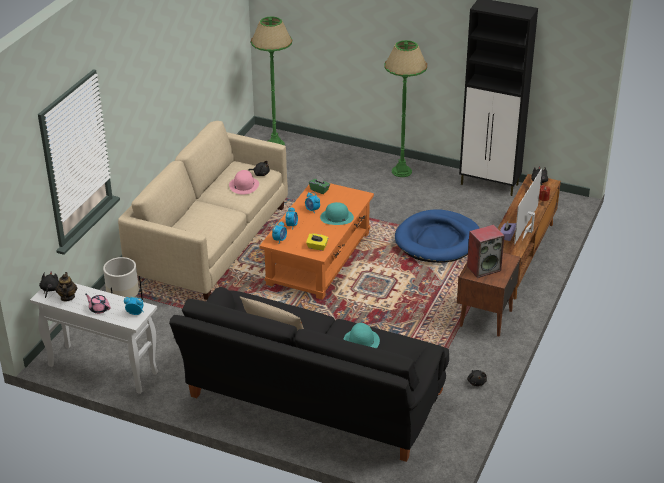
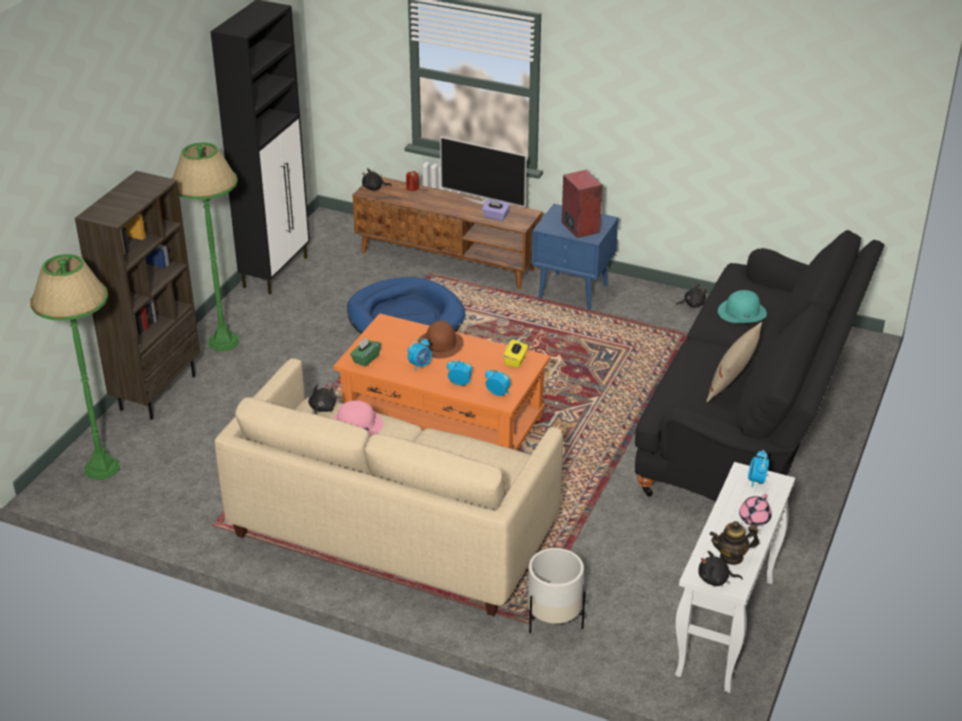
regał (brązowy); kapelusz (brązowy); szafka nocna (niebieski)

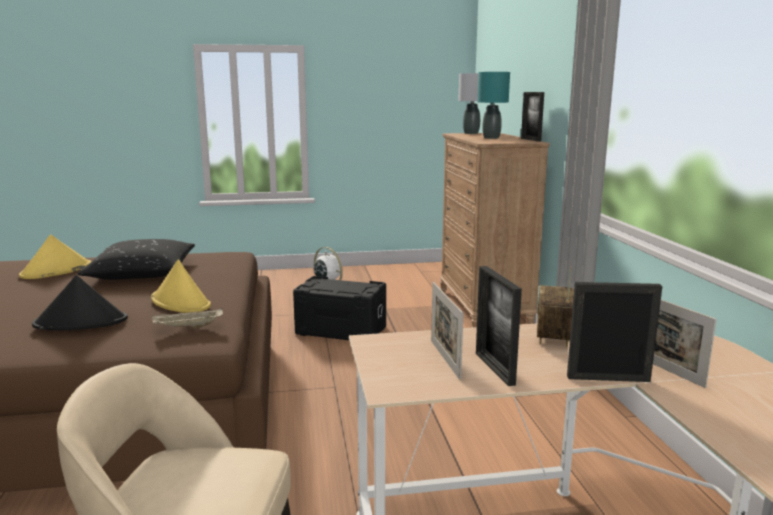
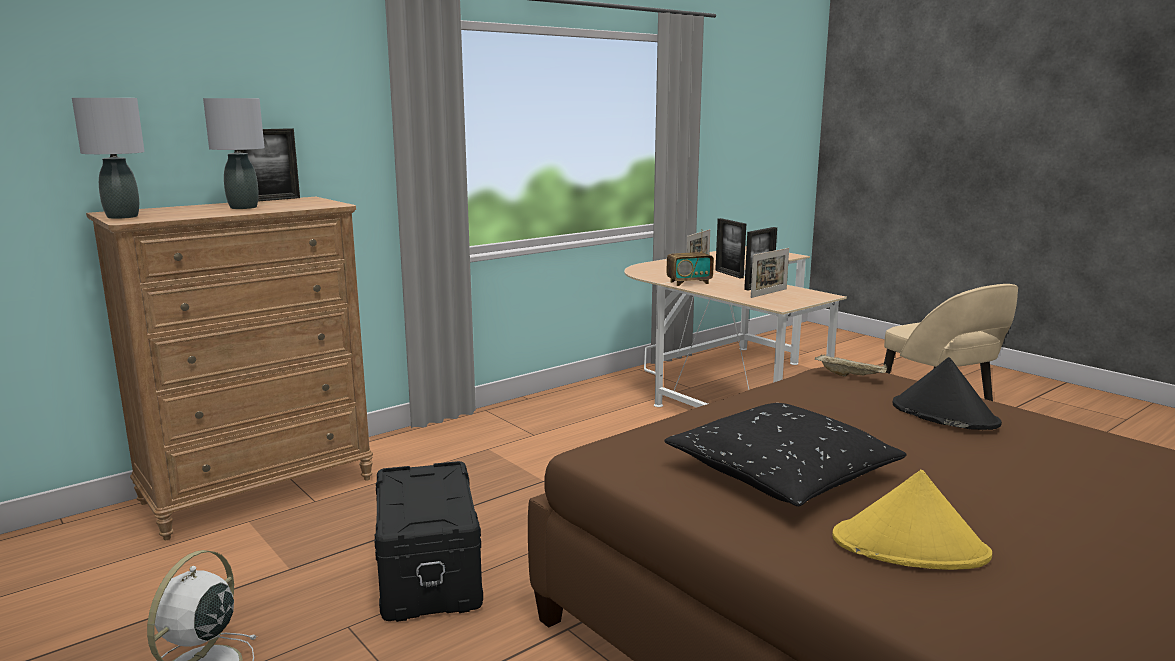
lampa stołowa (szary) (no. 2 from left); kapelusz (żółty) (no. 2 from left in the first image)

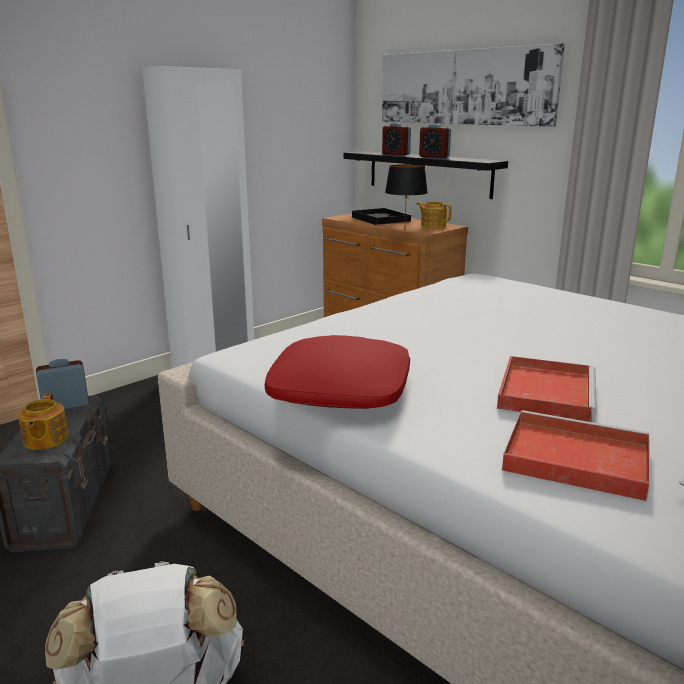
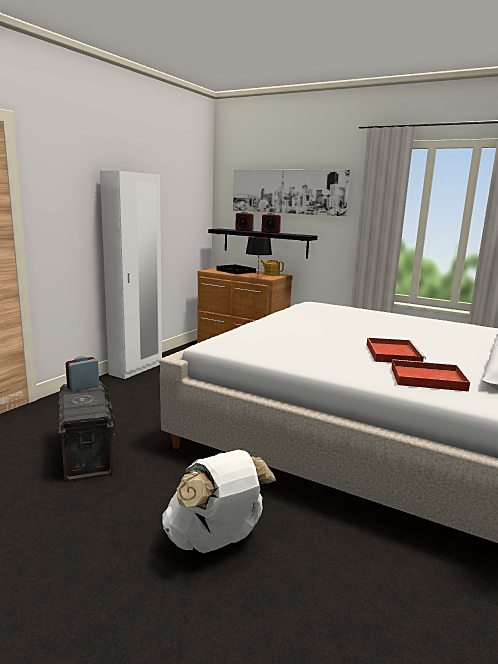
imbryk (no. 1 from left in the first image); poduszka (czerwony)

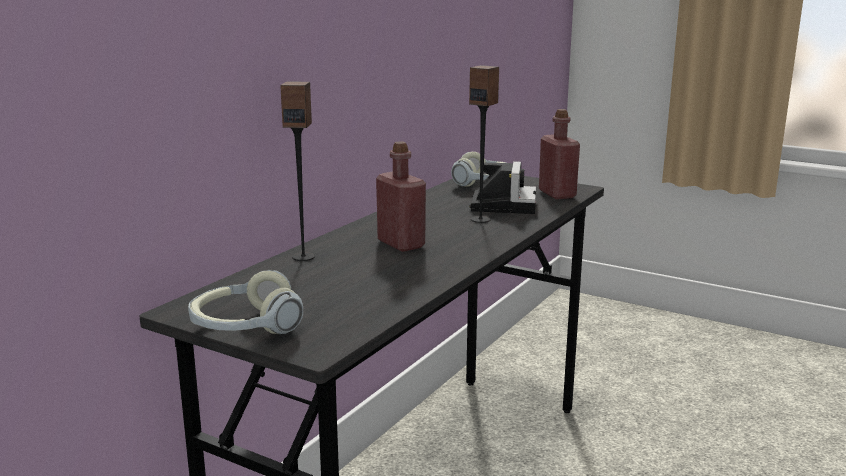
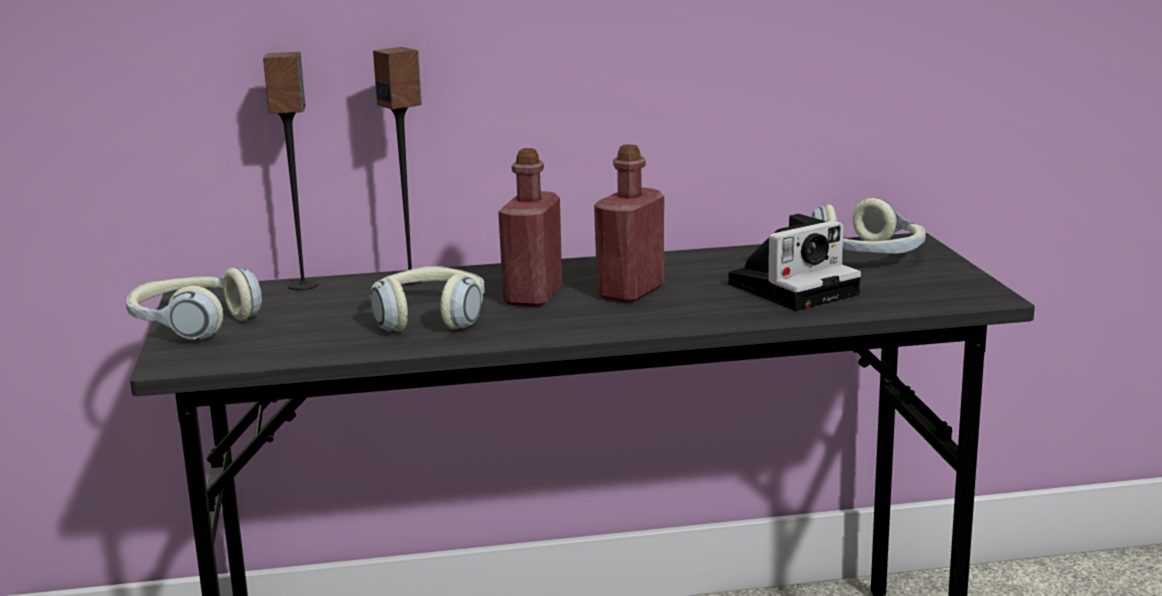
głośnik (no. 1 from left); słuchawki (no. 2 from left); butelka (czerwony) (no. 2 from left)

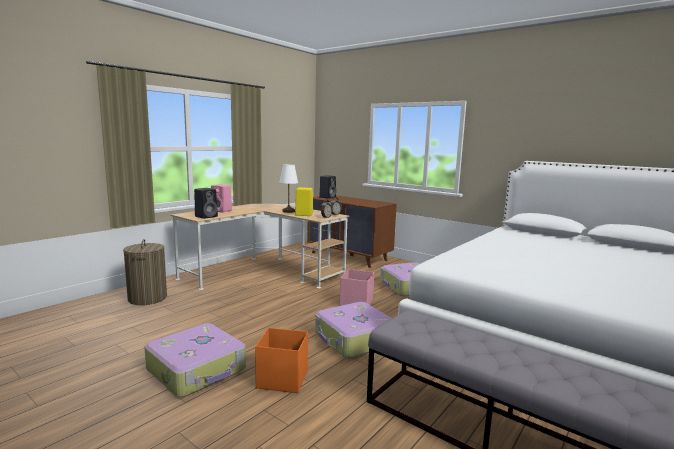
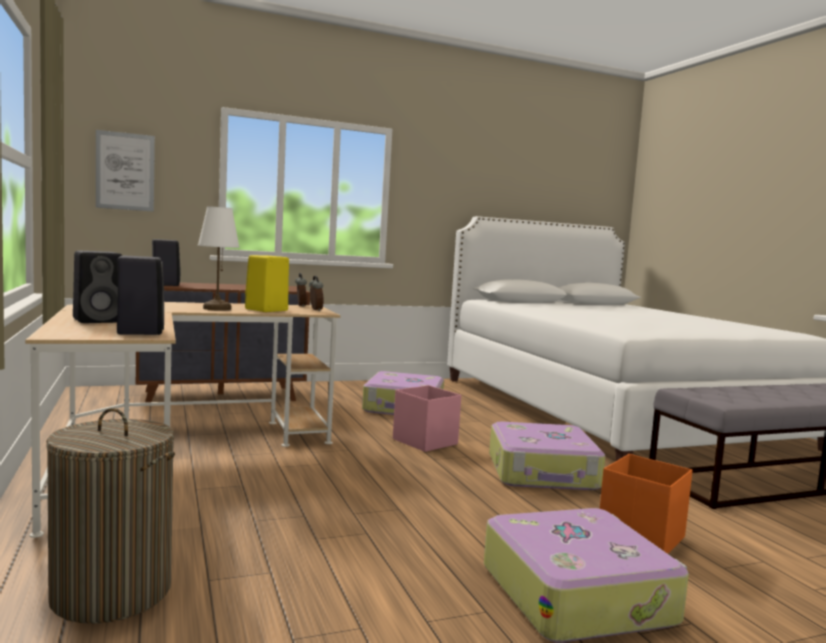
głośnik (czarny) (no. 1 from left); obraz

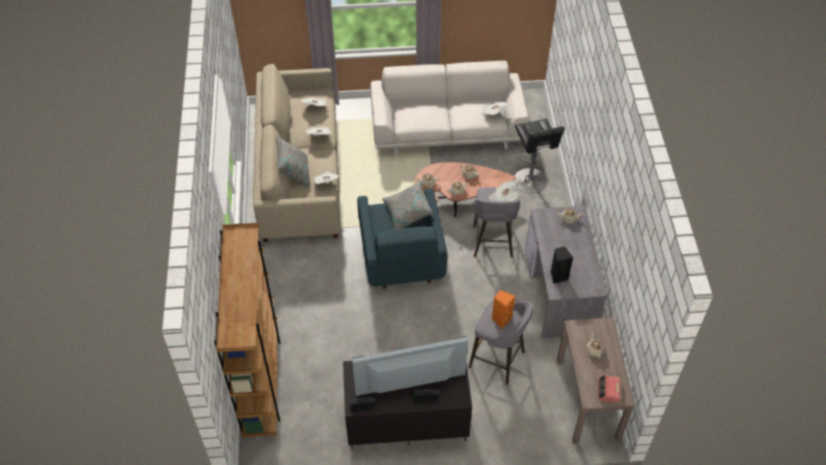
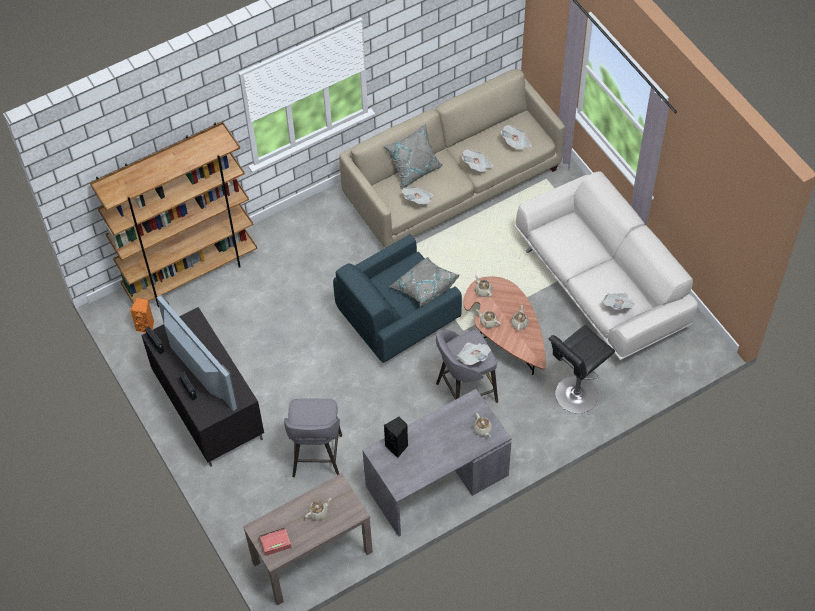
głośnik (pomarańczowy)

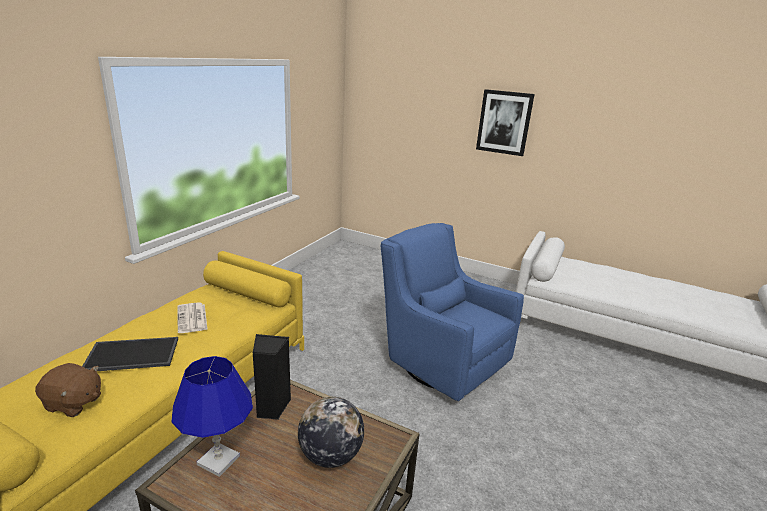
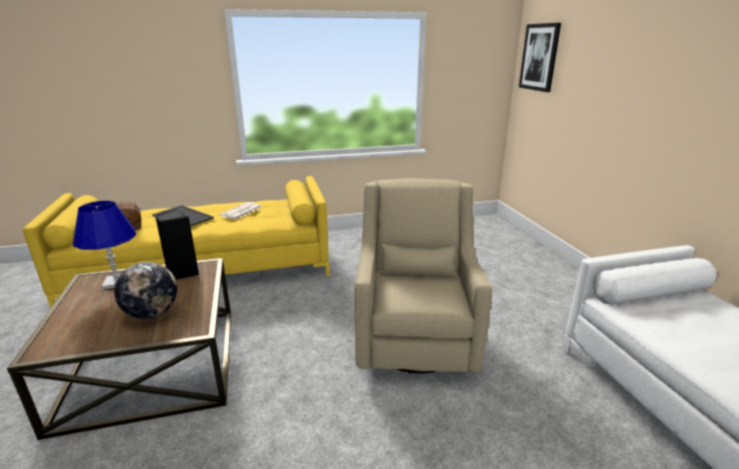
fotel (beżowy); obraz

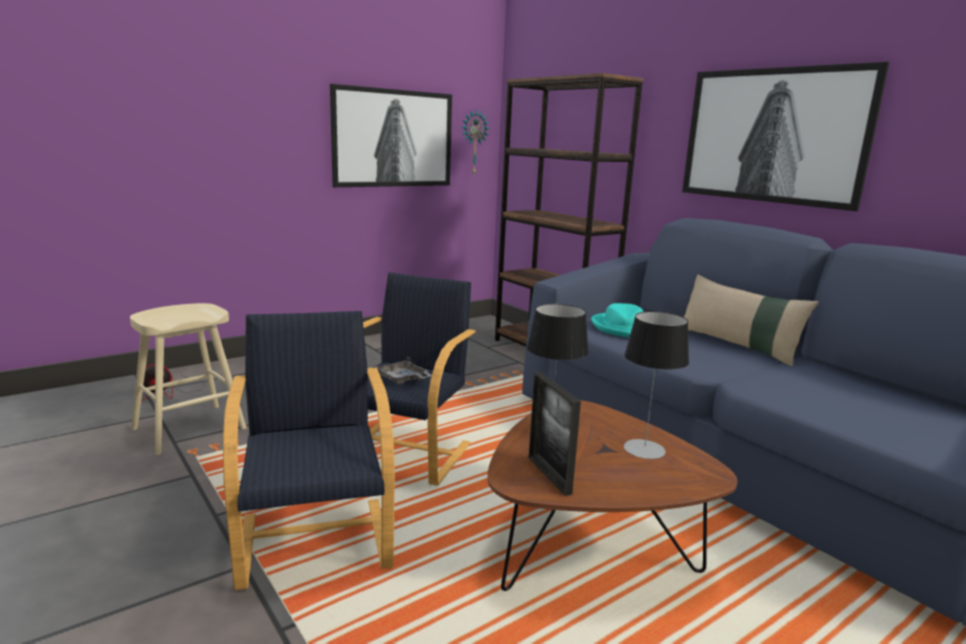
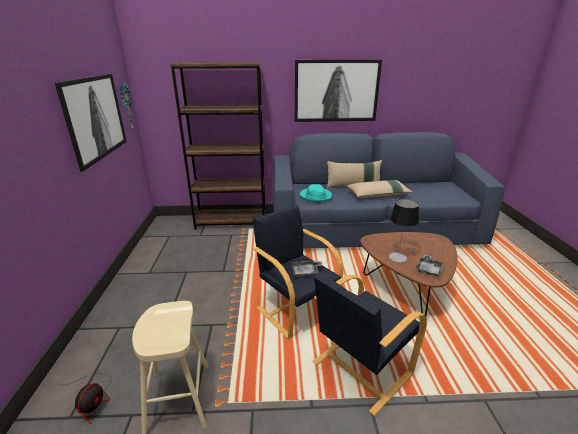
fotel (czarny) (no. 2 from left); poduszka (beżowy) (no. 2 from left); taca (szary) (no. 2 from left); lampa stołowa (no. 2 from left in the first image)

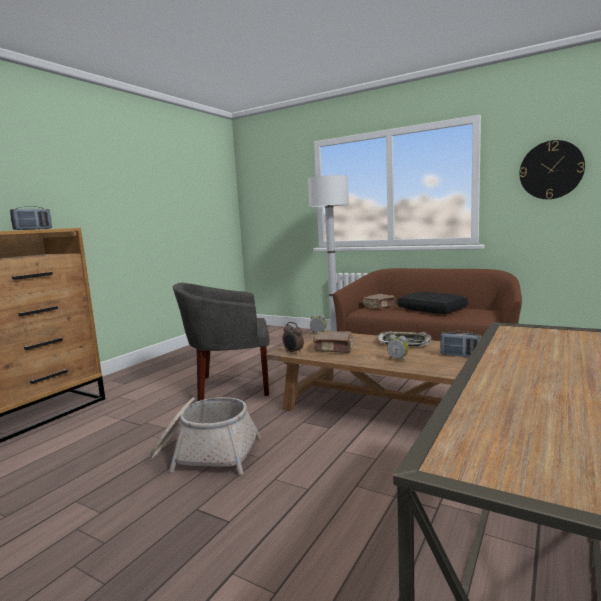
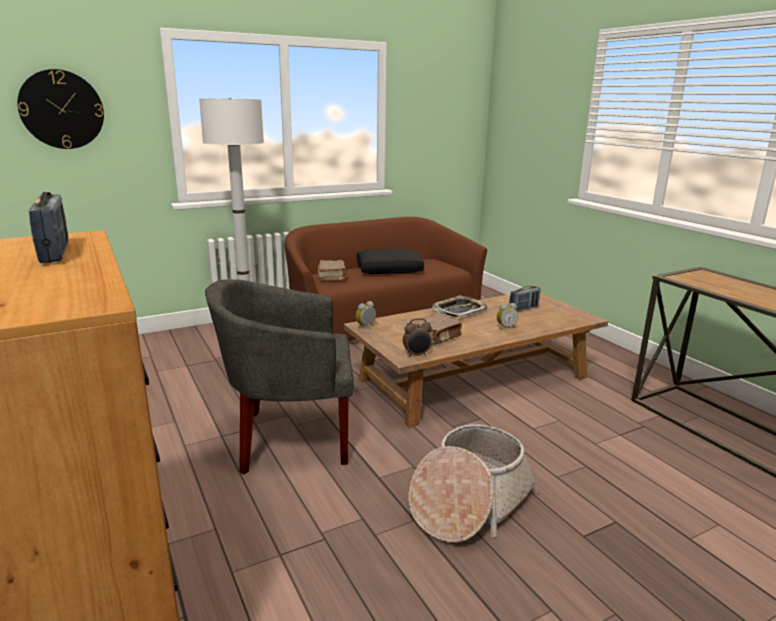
zegar ścienny; fotel (szary)

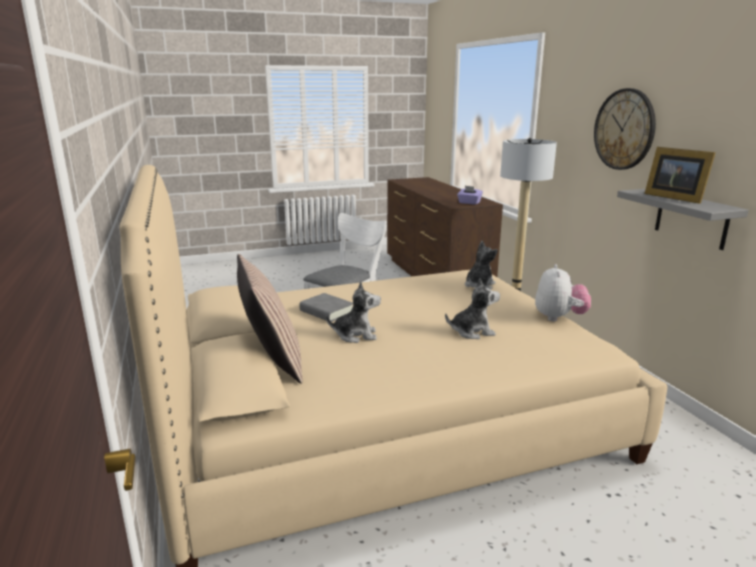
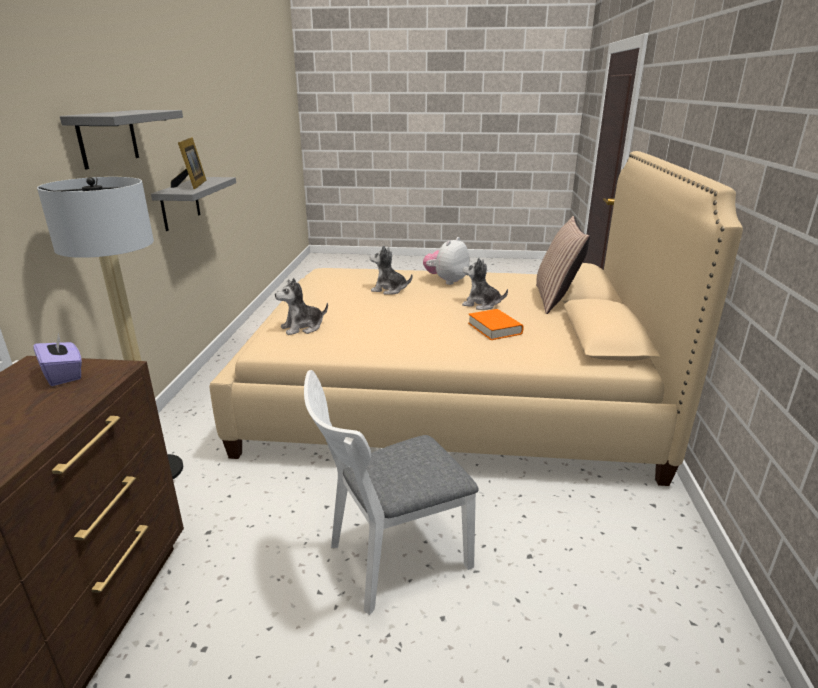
półka (szary) (no. 1 from left); pluszak (no. 3 from left); książka (pomarańczowy)

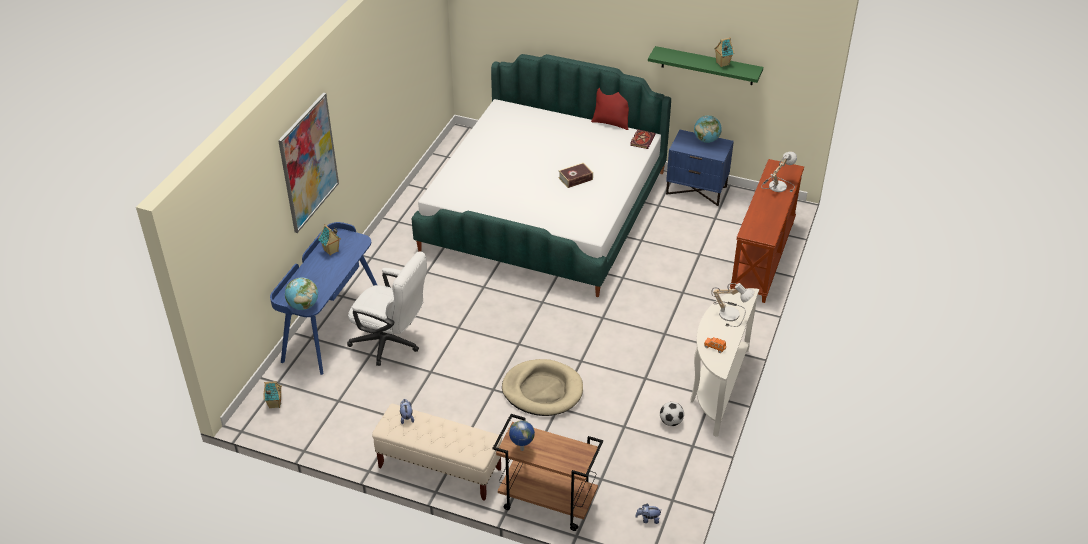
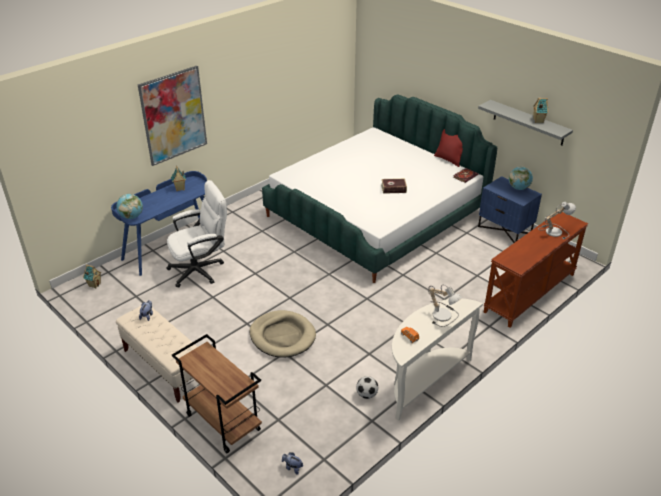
krzesło biurowe (biały); półka (szary); globus (no. 2 from left in the first image)

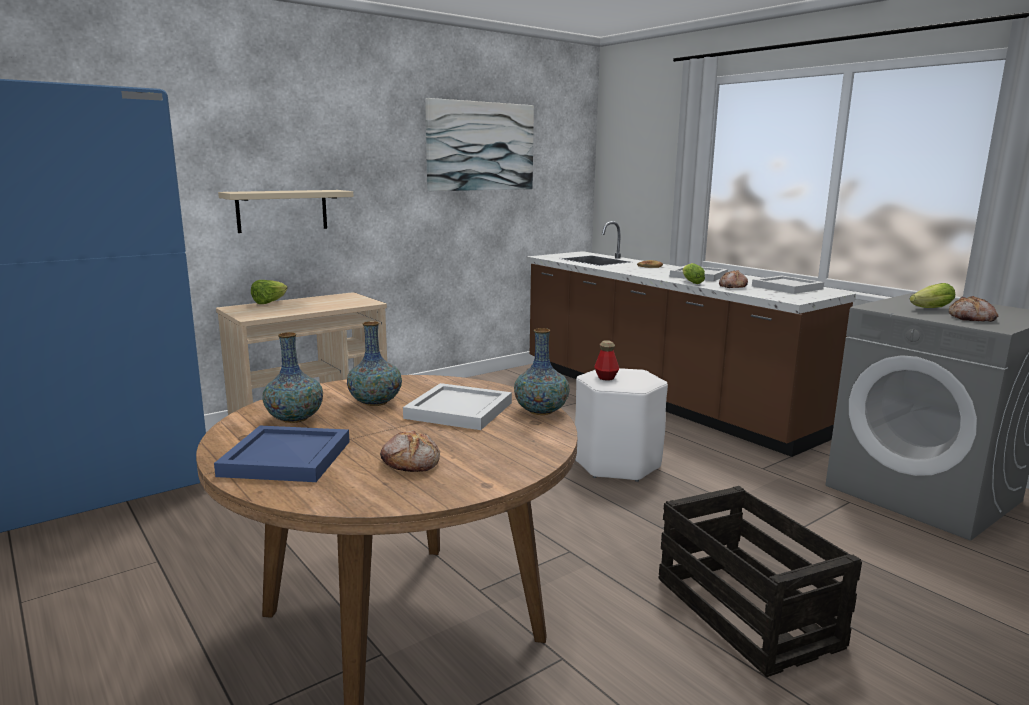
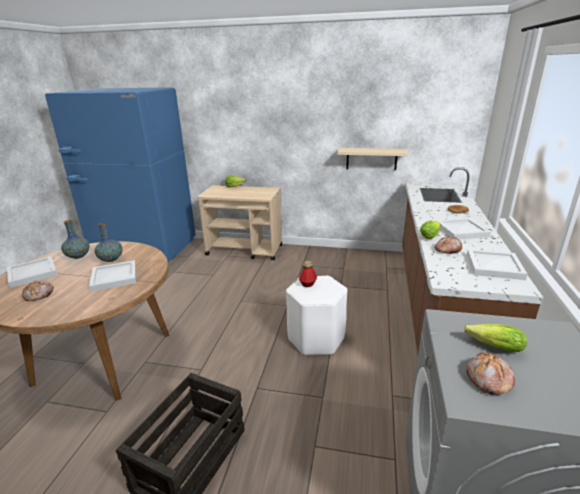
taca (biały) (no. 1 from left); półka (beżowy); obraz; wazon (no. 3 from left in the first image)

